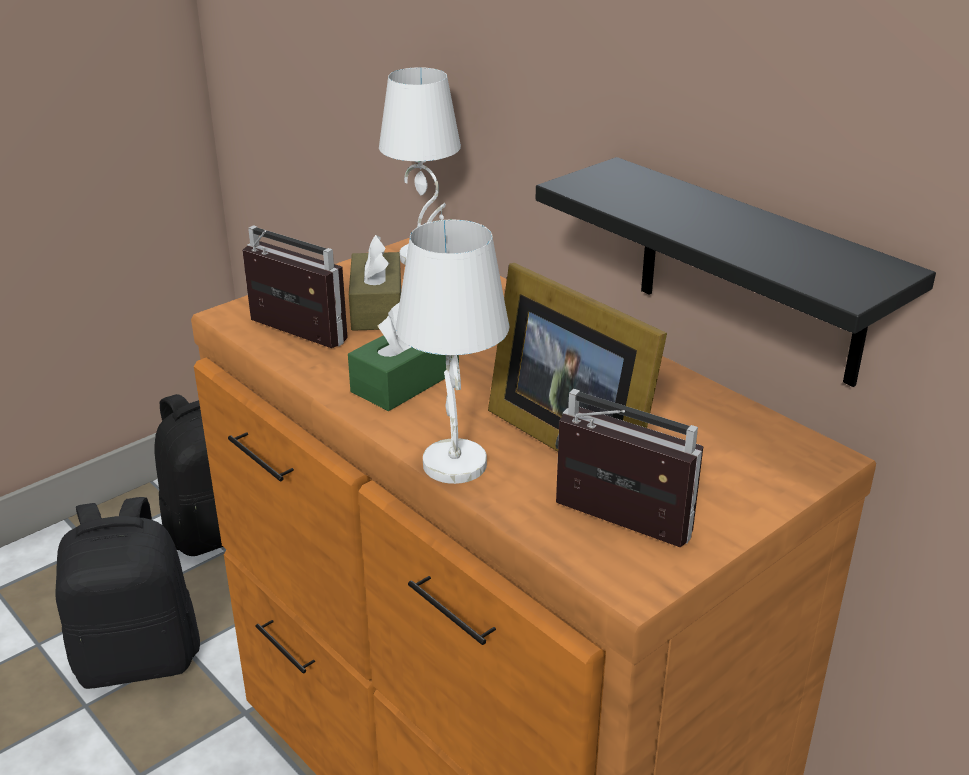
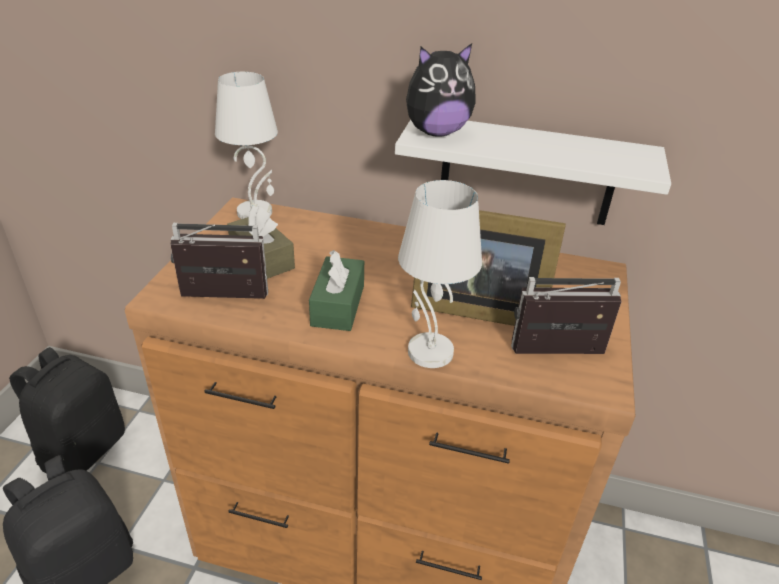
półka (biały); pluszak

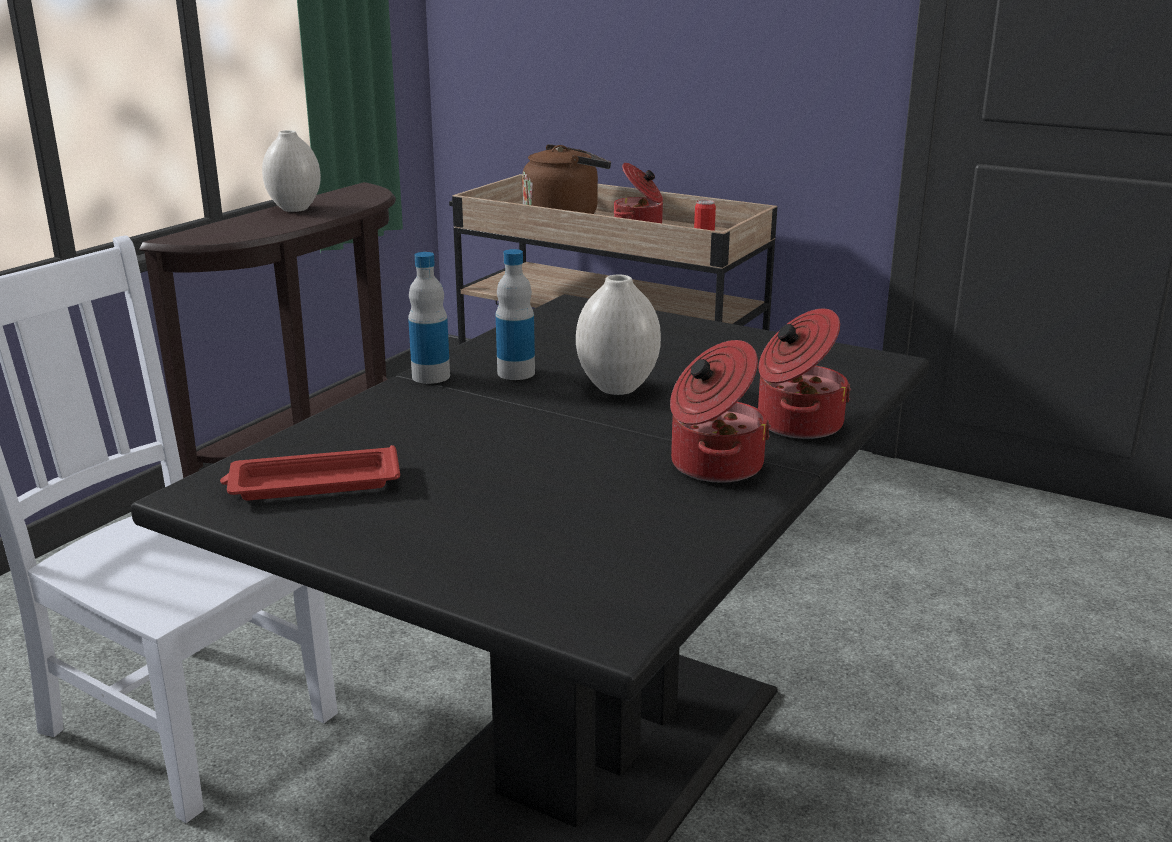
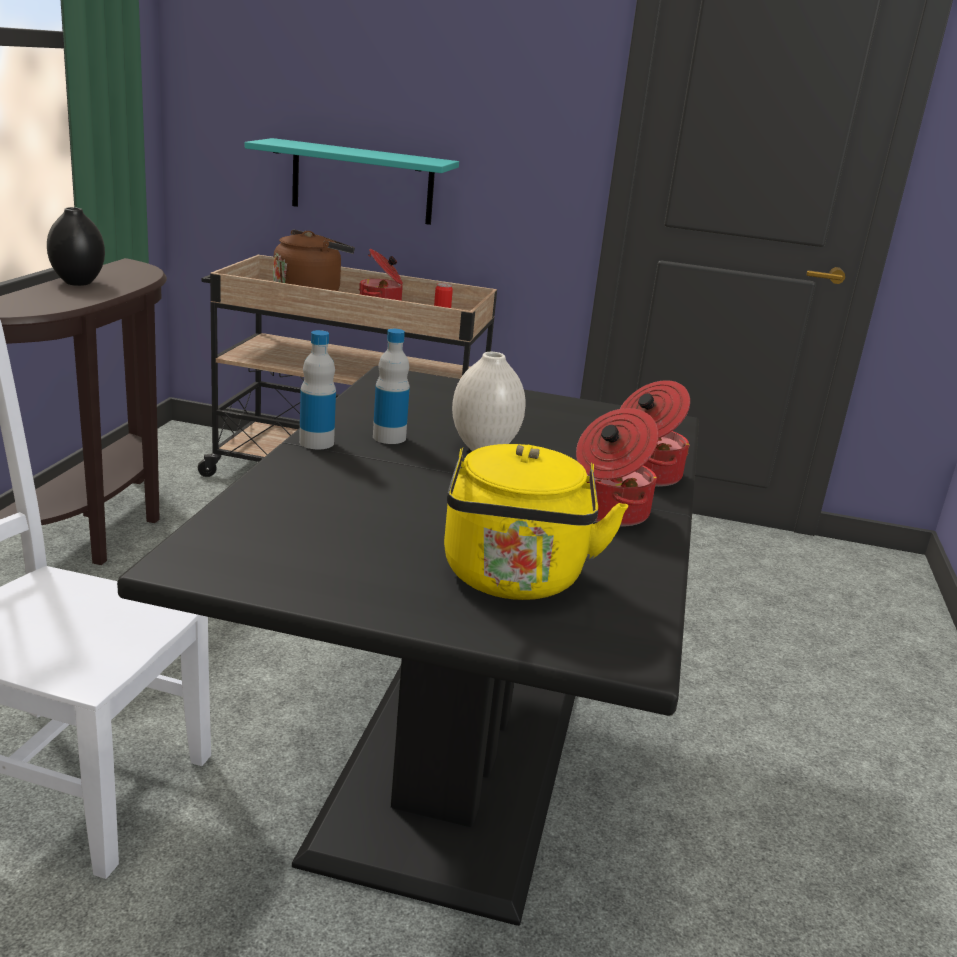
wazon (czarny); półka (turkusowy); czajnik (żółty); taca (czerwony)

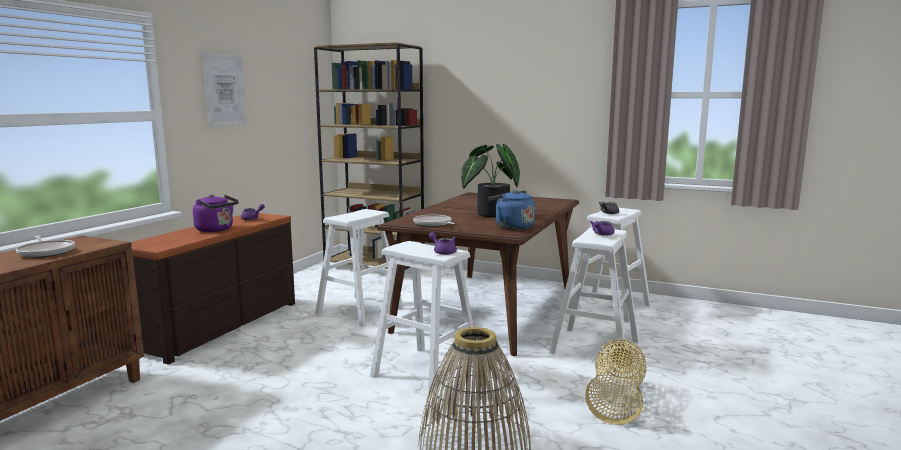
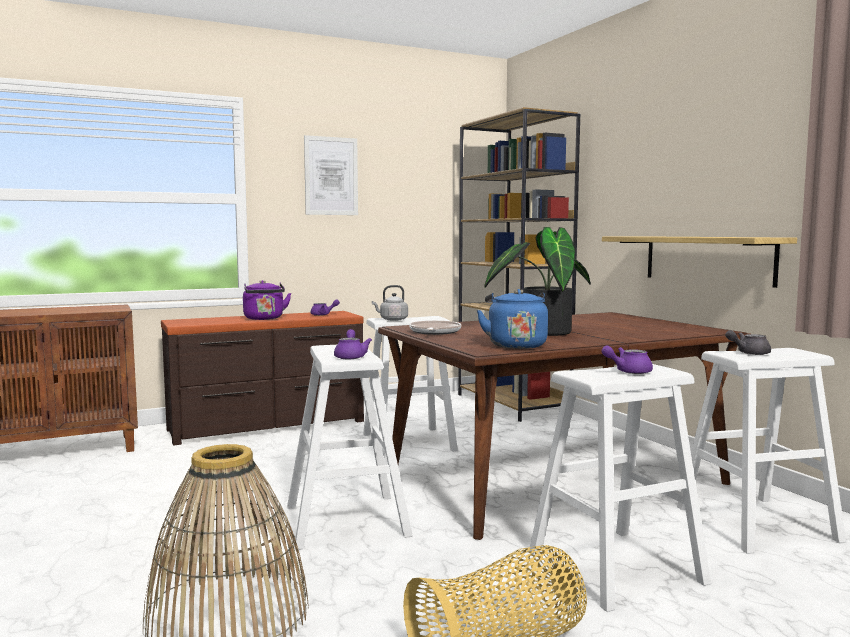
czajnik (szary); półka; patelnia (no. 1 from left in the first image)

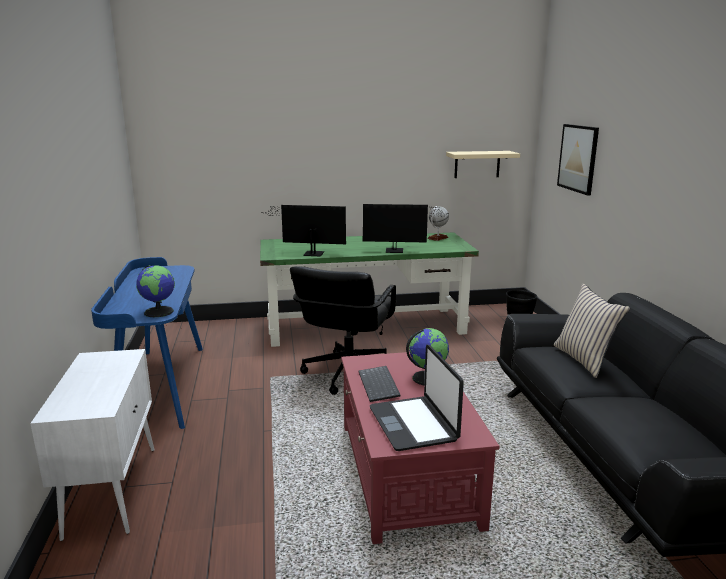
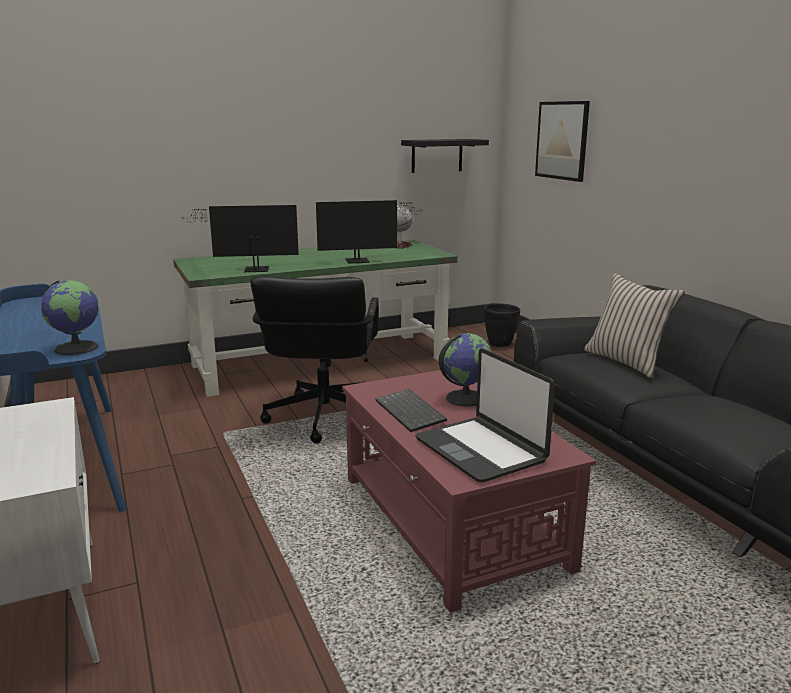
półka (czarny)

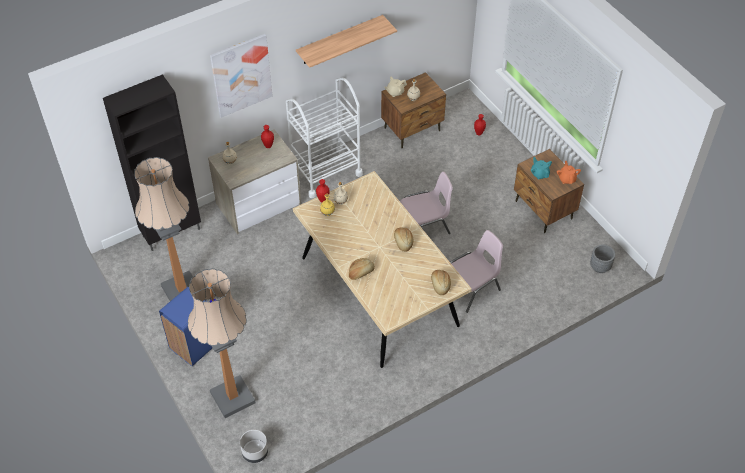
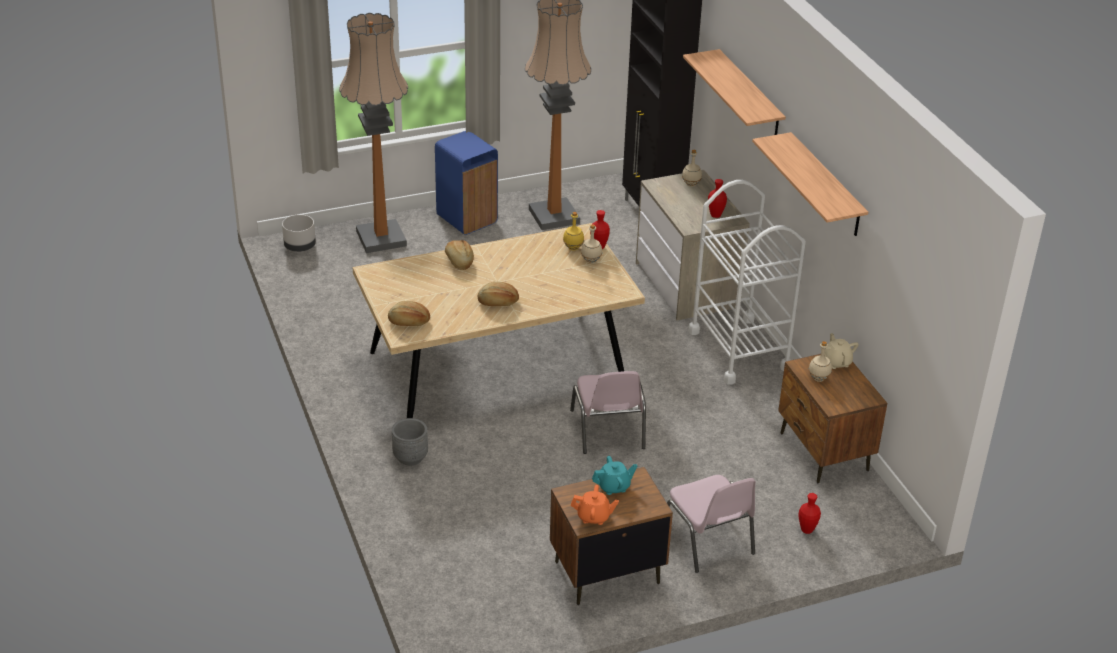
donica (szary) (no. 2 from left); krzesło (różowy) (no. 2 from left); półka (no. 1 from left)

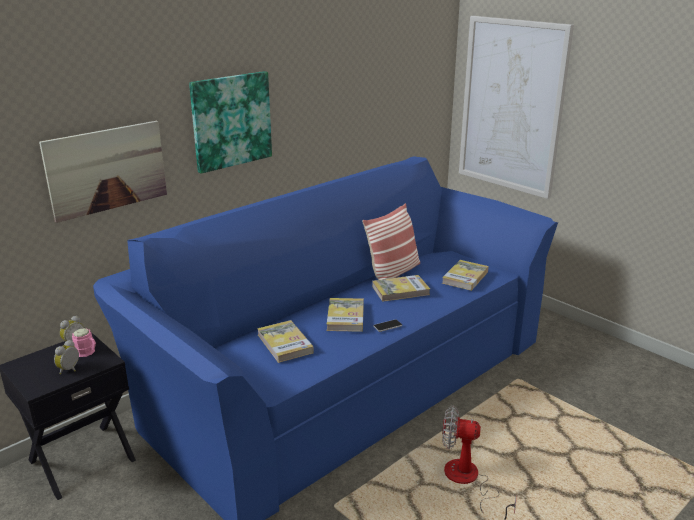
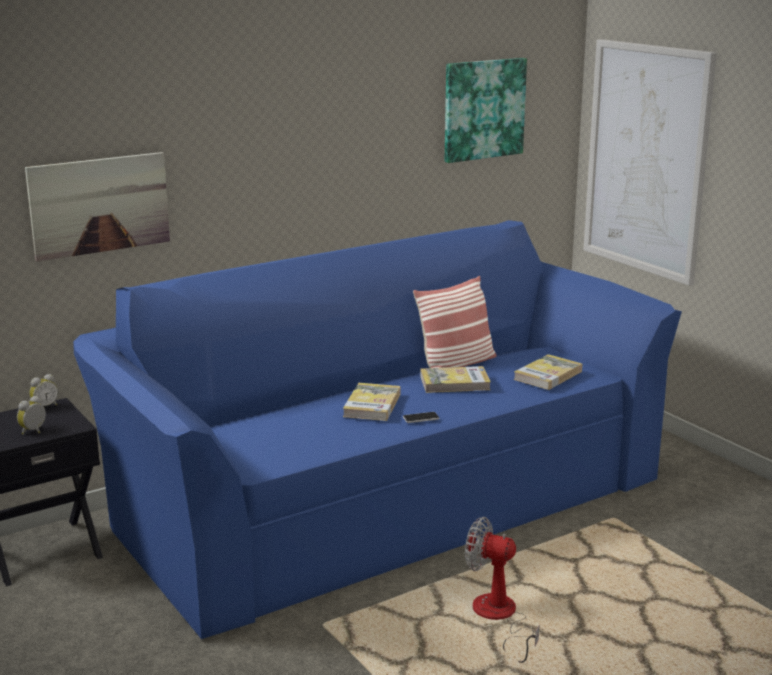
obraz (no. 2 from left); kubek (różowy); książka (no. 1 from left in the first image)

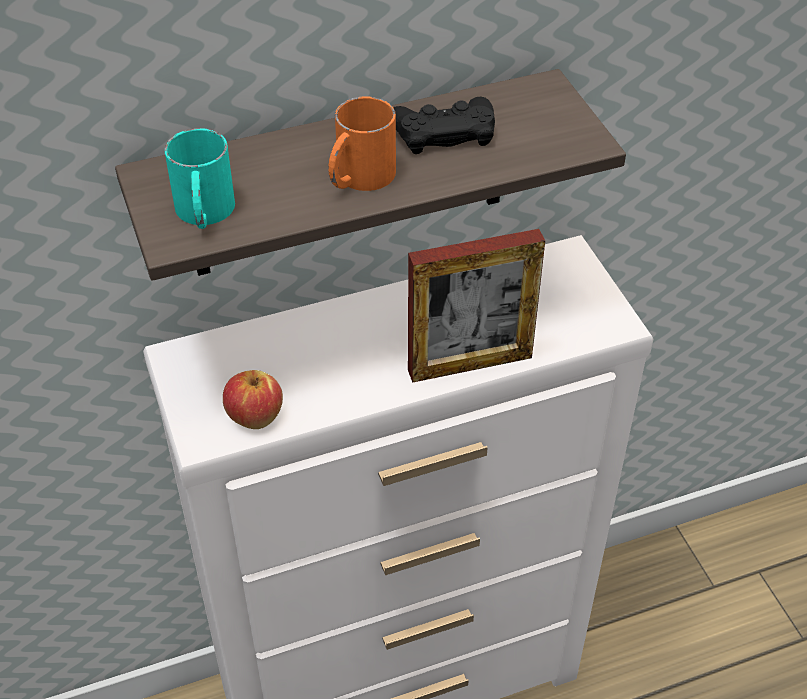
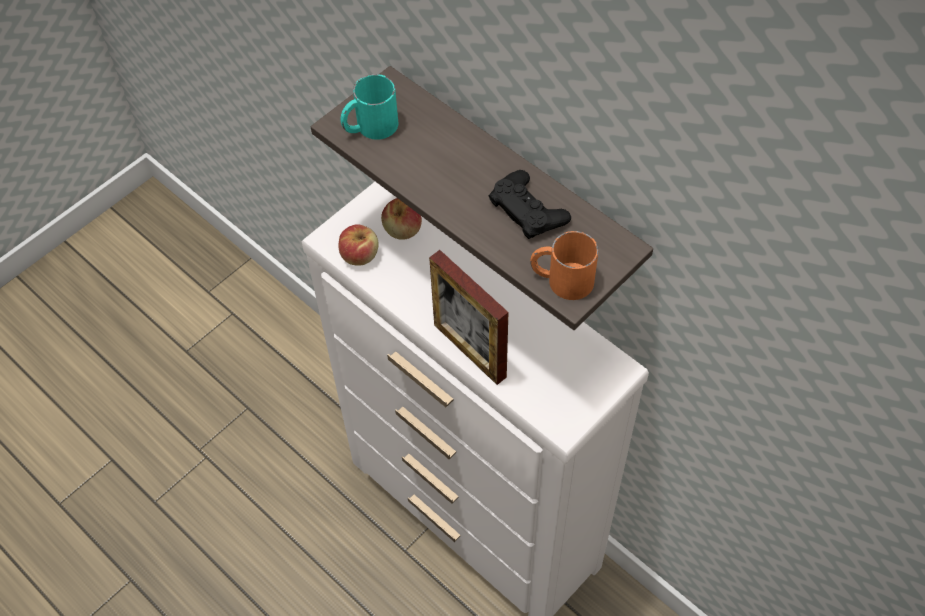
jabłko (no. 2 from left); kubek (pomarańczowy)

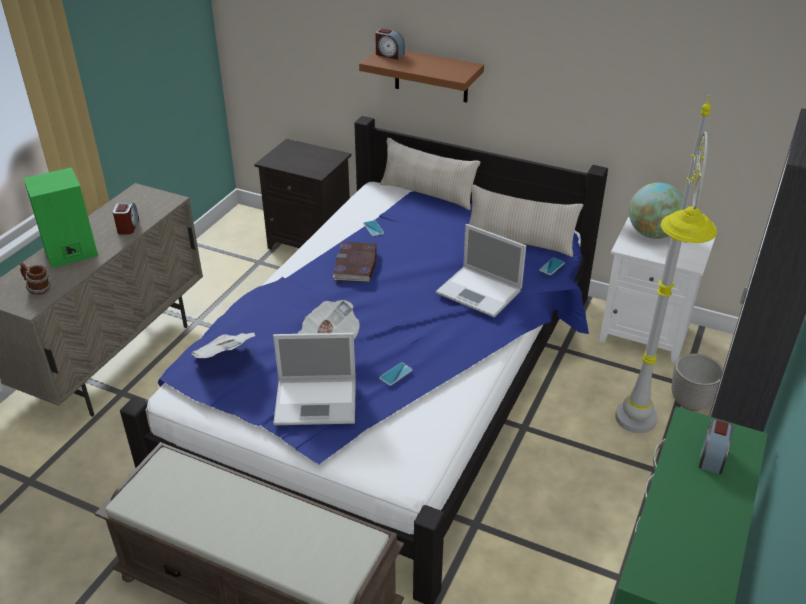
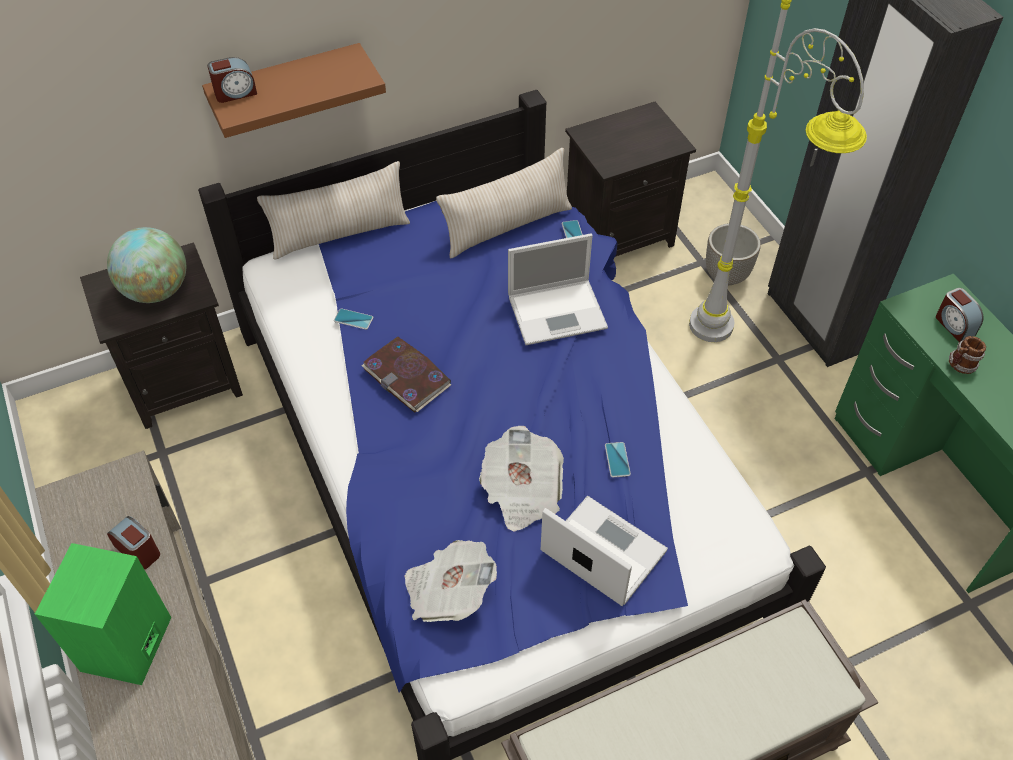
globus; laptop (no. 2 from left); szafka nocna (czarny) (no. 2 from left); kubek

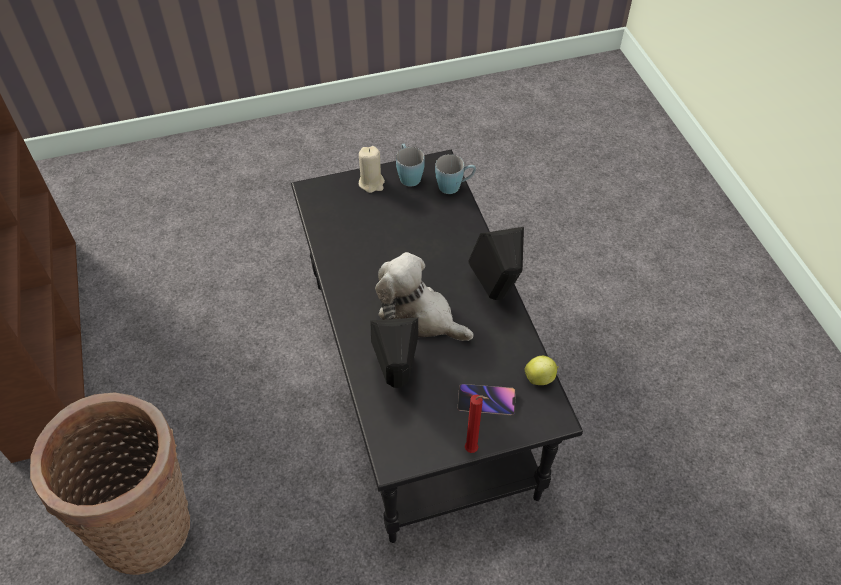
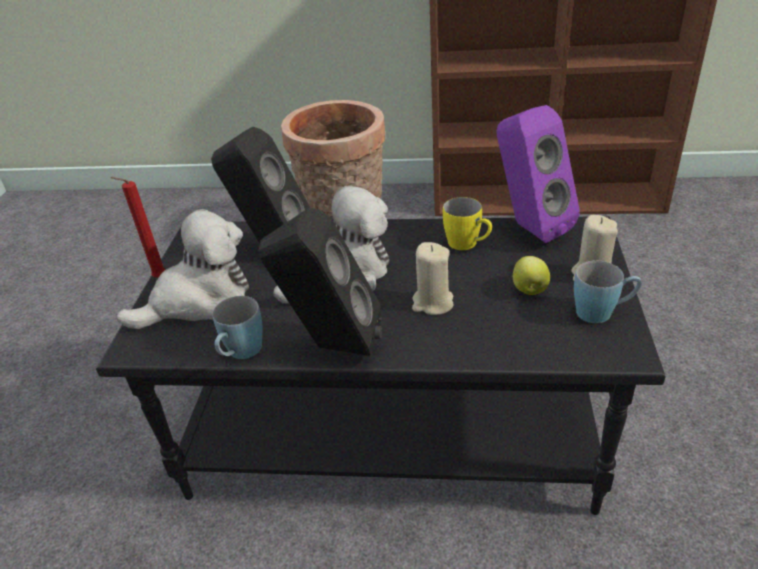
pluszak (no. 1 from left); kubek (niebieski) (no. 1 from left); świeca (beżowy) (no. 1 from left); kubek (żółty); głośnik (fioletowy); jabłko

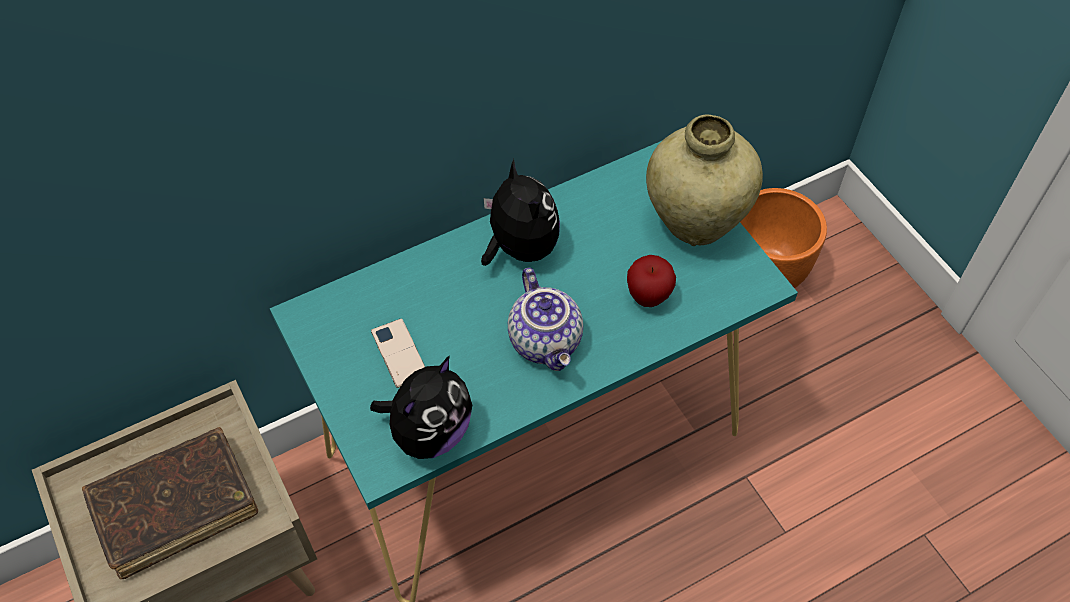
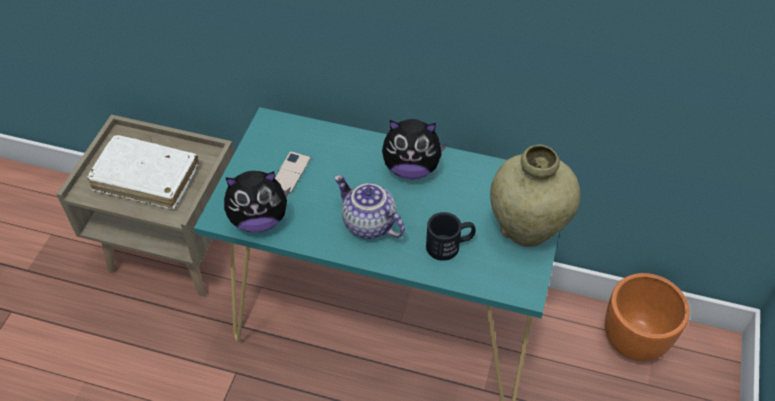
książka (biały); imbryk; pluszak (no. 2 from left); kubek (czarny)

